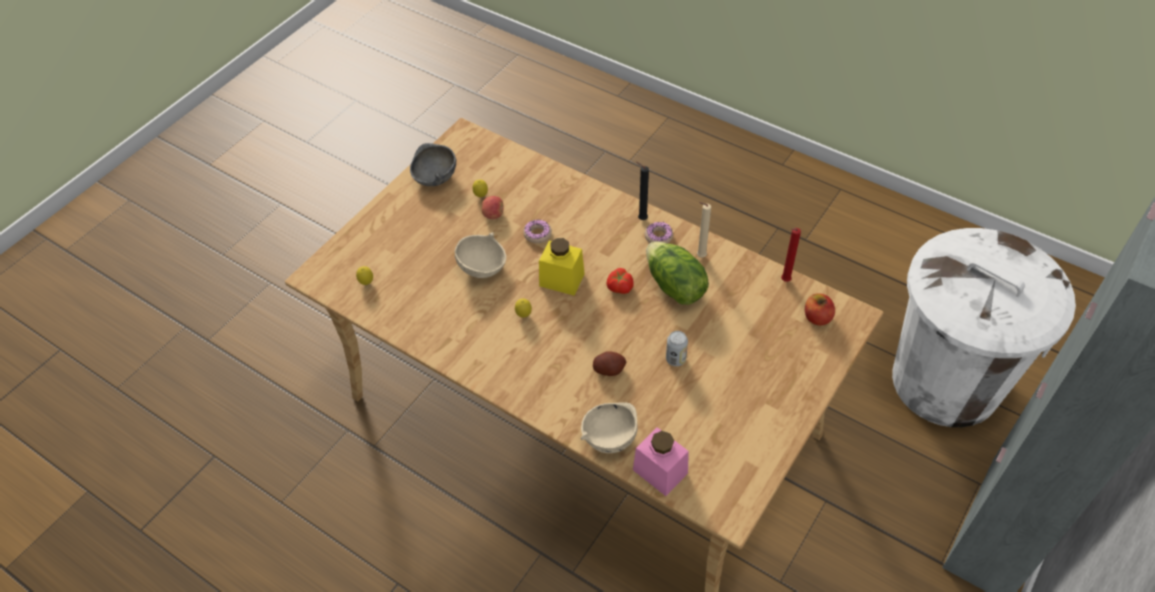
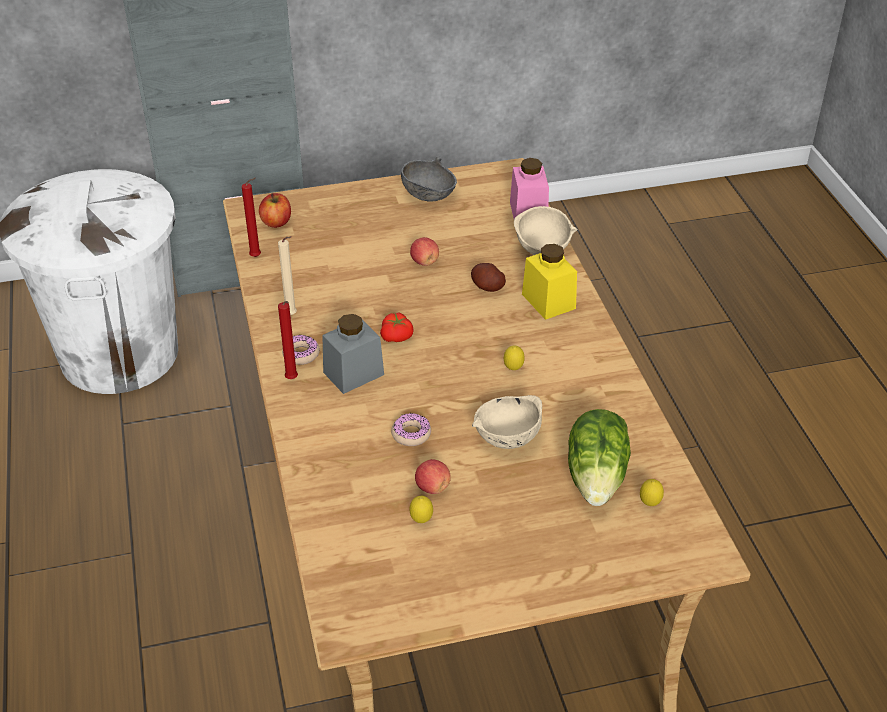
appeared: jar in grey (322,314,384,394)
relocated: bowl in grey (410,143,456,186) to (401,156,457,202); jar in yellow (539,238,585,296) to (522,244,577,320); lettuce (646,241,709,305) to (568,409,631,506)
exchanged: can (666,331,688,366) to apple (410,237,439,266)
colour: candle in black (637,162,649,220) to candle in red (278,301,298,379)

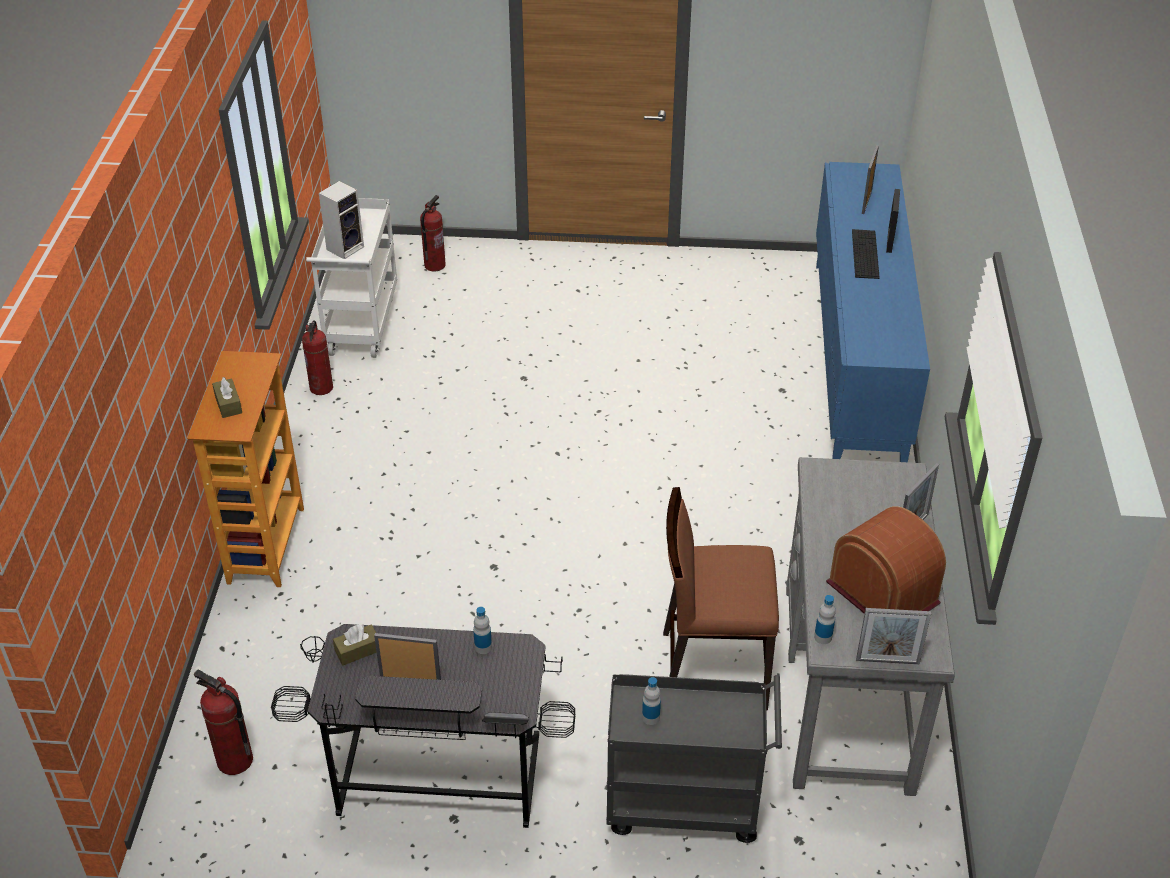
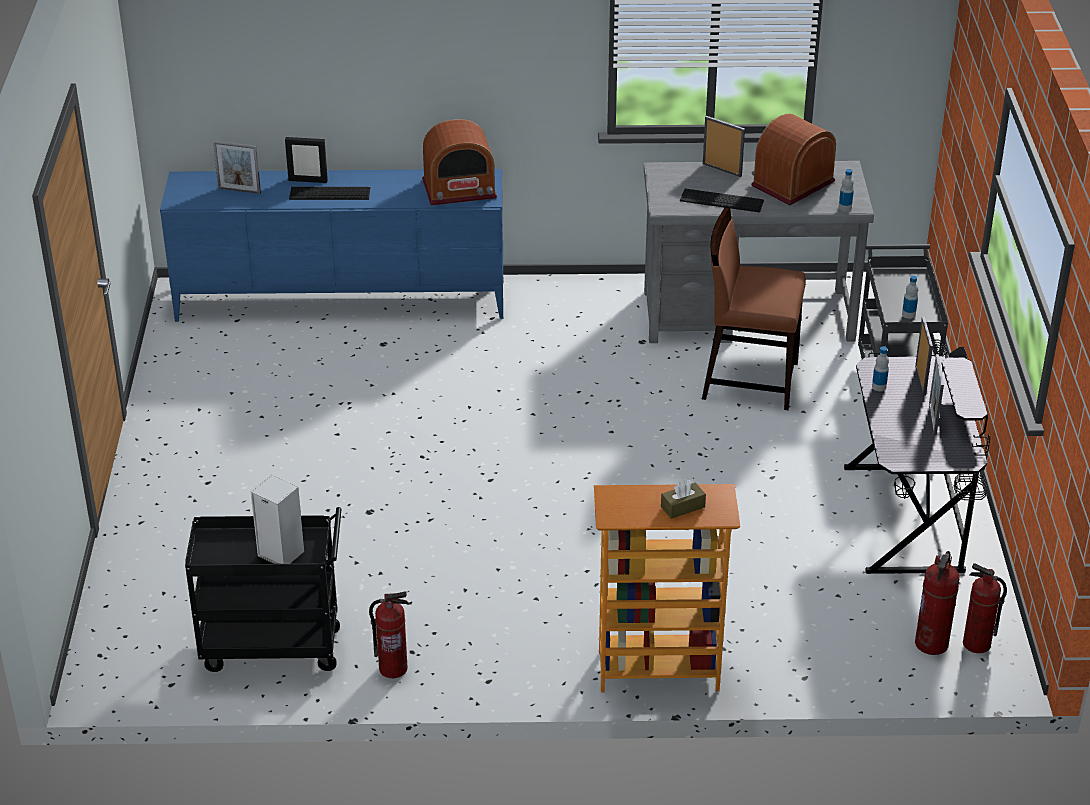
missing: tissue box in brown (333,624,377,665)
appeared: radio (422,119,497,205); keyboard (680,189,764,213)
relocated: fire extinguisher (420,195,446,272) to (963,563,1007,653); picture frame (856,608,931,664) to (915,317,933,396)
colour: cart in white (306,198,397,358) to cart in black (185,507,342,672)
spun: chair in brown (663,487,779,710) = (702,208,806,410) 105 degrees clockwise

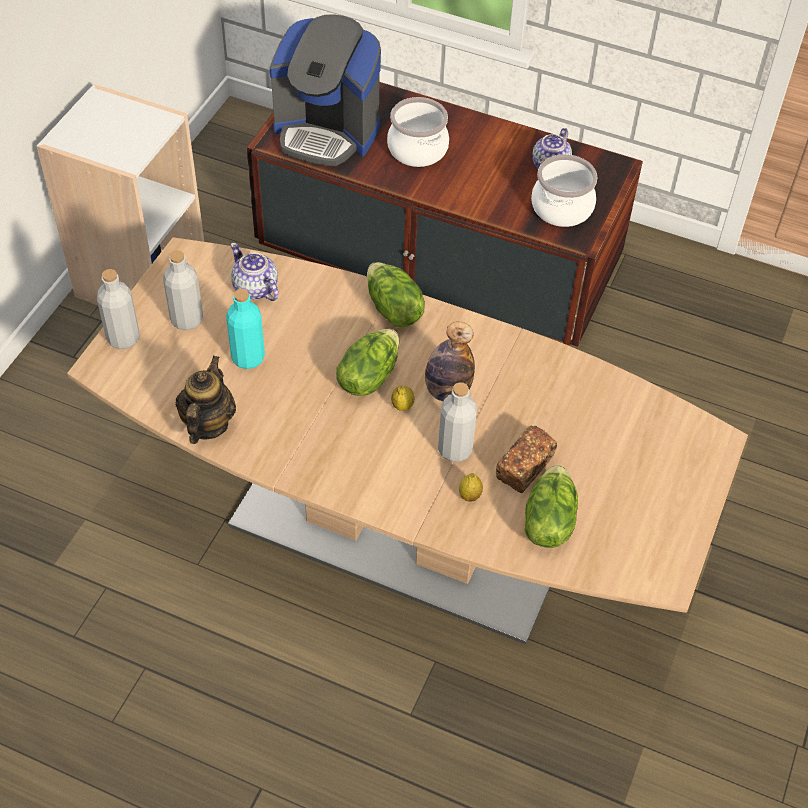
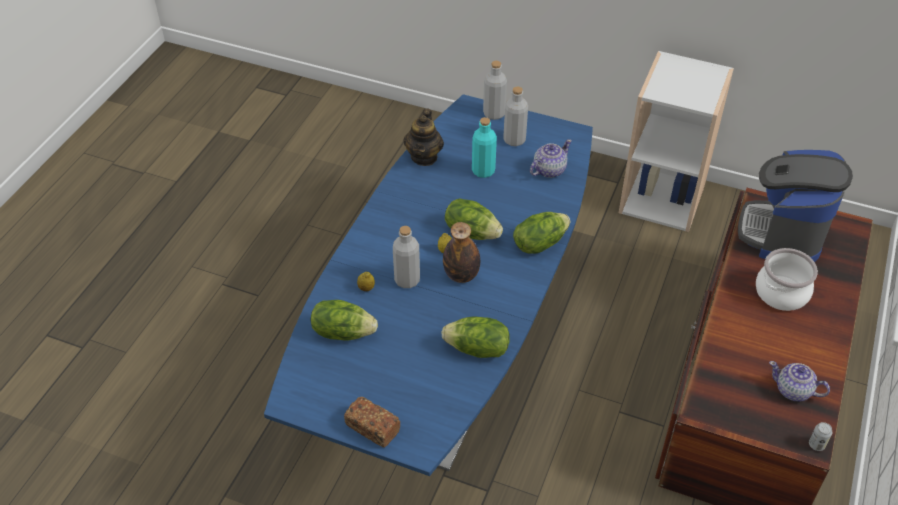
missing: cooking pot (531,154,598,227)
appeared: lettuce (441,317,510,358); can (809,422,832,451)
relocated: bread (496,425,557,493) to (344,397,400,448)
colour: dining table in brown (67,237,748,645) to dining table in blue (264,94,593,476)
spun: teapot (176,356,236,444) = (403,108,444,166) 90 degrees clockwise

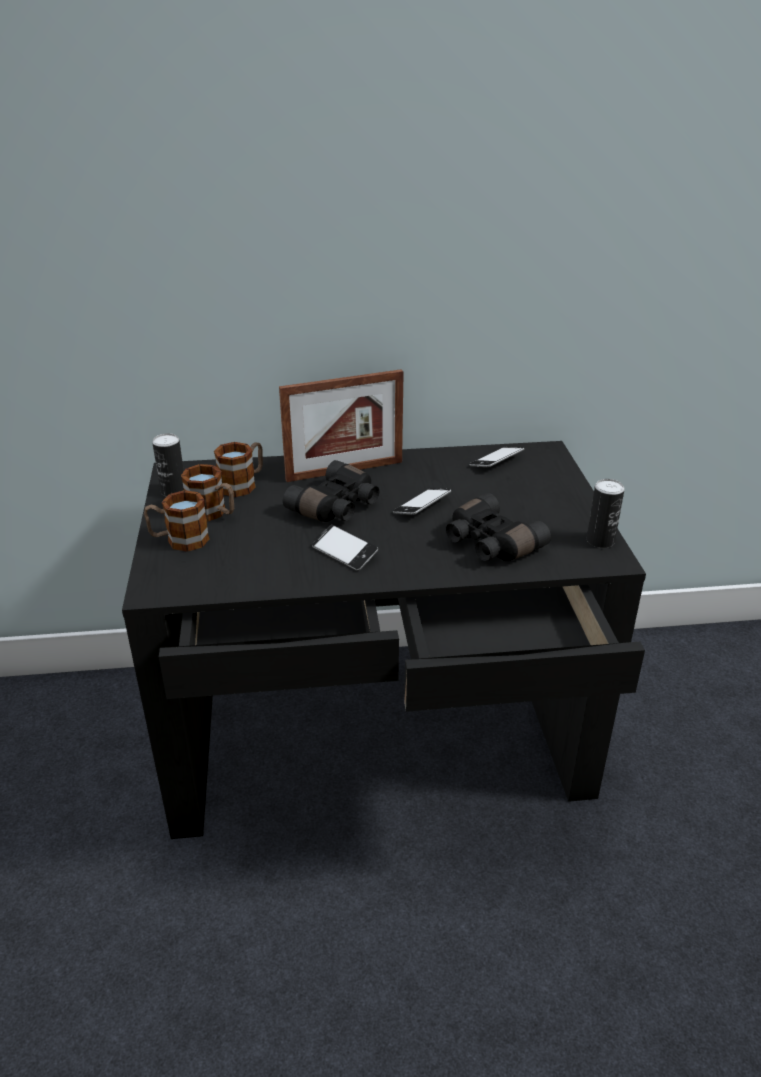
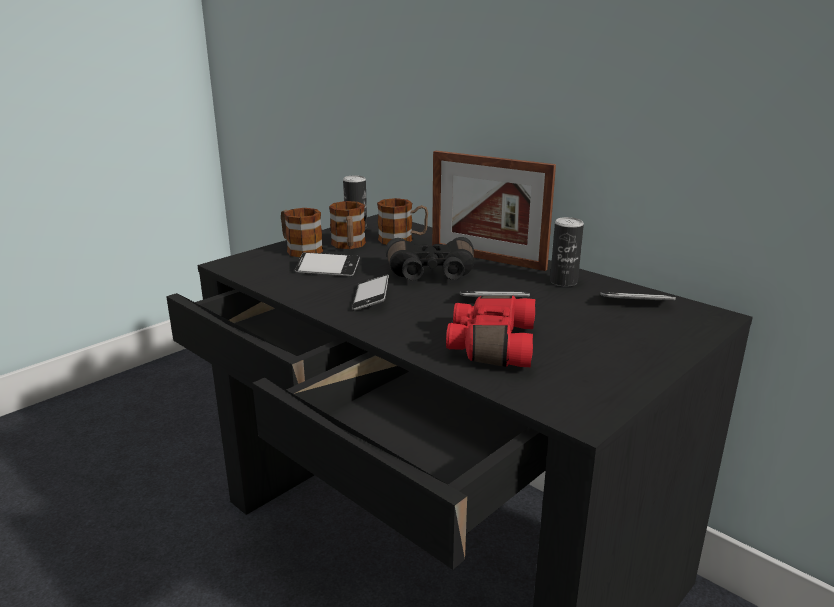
appeared: phone (295,252,360,277)
relocated: can (587,479,625,548) to (550,217,584,286)
colour: binoculars in black (446,493,551,561) to binoculars in red (446,296,535,367)

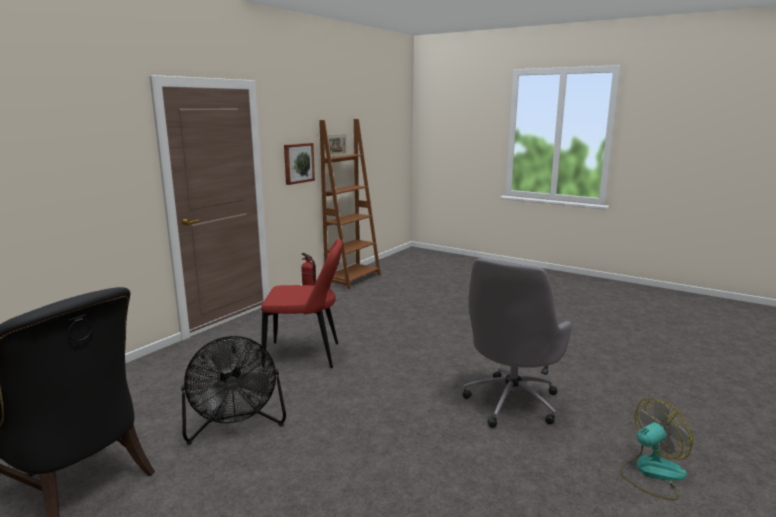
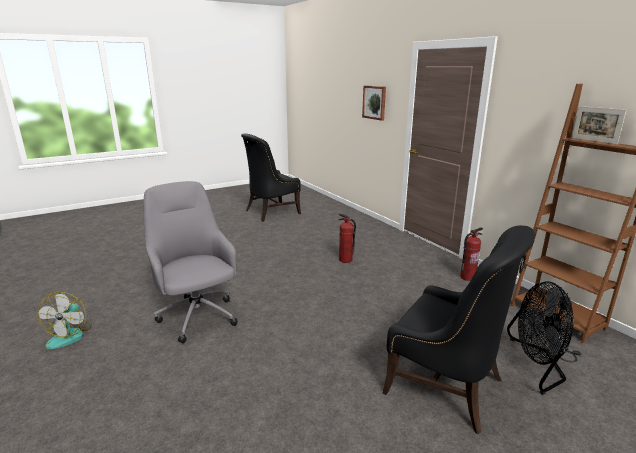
appeared: chair in black (383,225,535,435)
relocated: picture (284,143,315,185) to (362,85,386,121); fan in black (181,336,286,445) to (507,281,582,395)
exchanged: chair in red (261,239,343,368) to fire extinguisher (339,214,356,263)

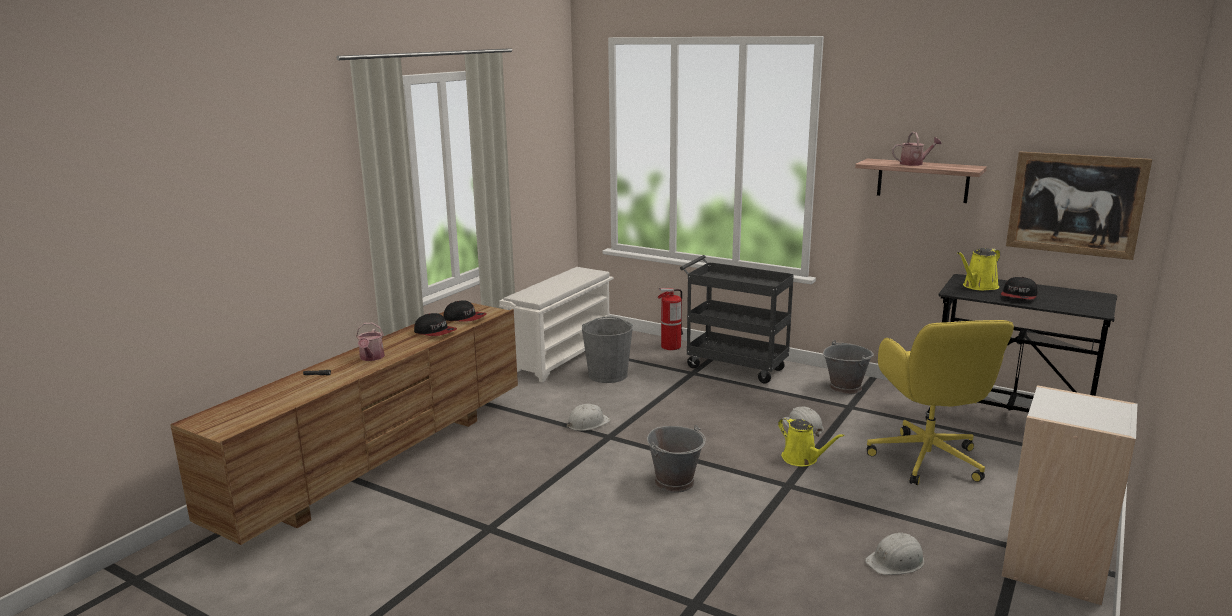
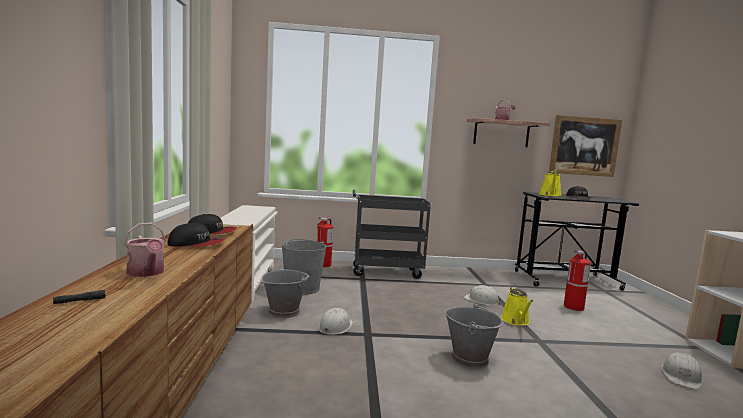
relocated: bucket in grey (823,340,874,394) to (262,267,309,318)
exchanged: office chair in yellow (867,320,1014,485) to fire extinguisher (564,250,591,311)
spun: watering can in yellow (778,417,845,466) = (501,287,533,326) 75 degrees clockwise

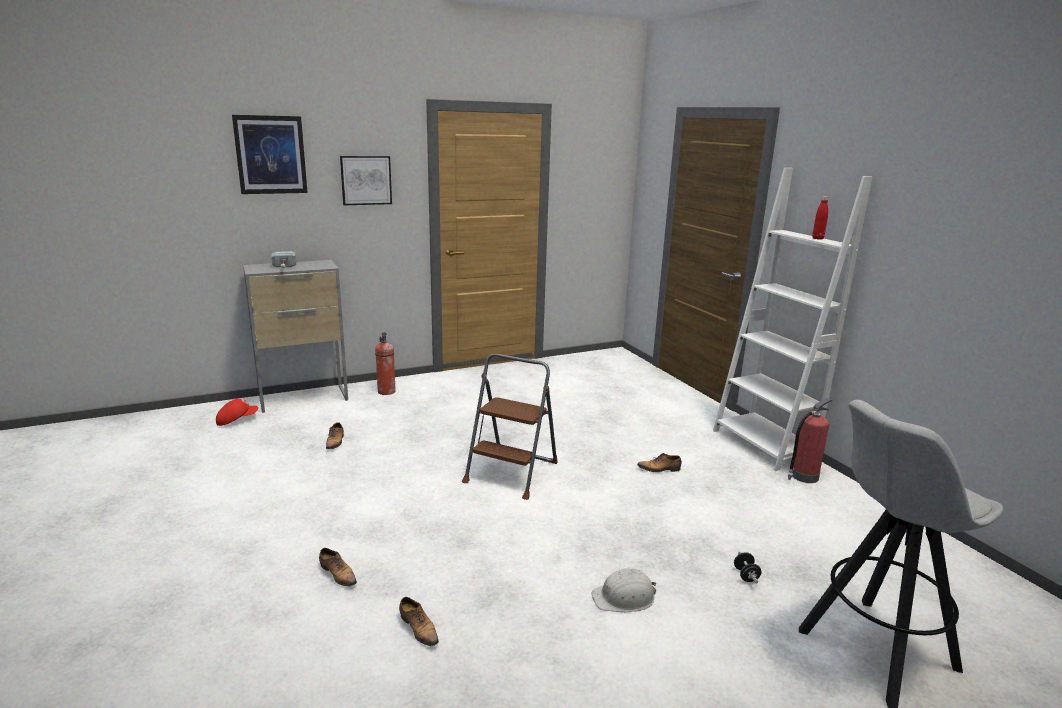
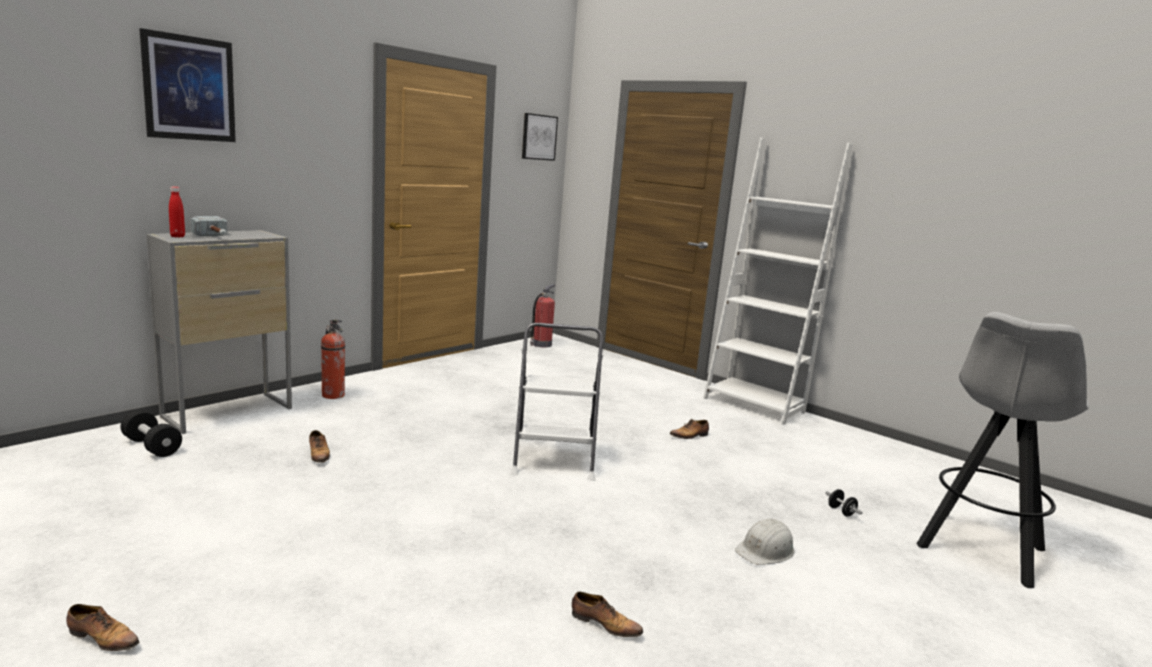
relocated: picture (340,156,392,205) to (522,113,558,161); bottle in red (812,196,829,240) to (169,187,185,237); fire extinguisher (787,398,832,483) to (530,284,555,348); shoe (319,548,357,586) to (66,604,139,651)
exchanged: cap in red (216,399,259,426) to dumbbell in black (121,410,182,457)
colour: step ladder in brown (462,353,557,500) to step ladder in white (510,323,603,481)

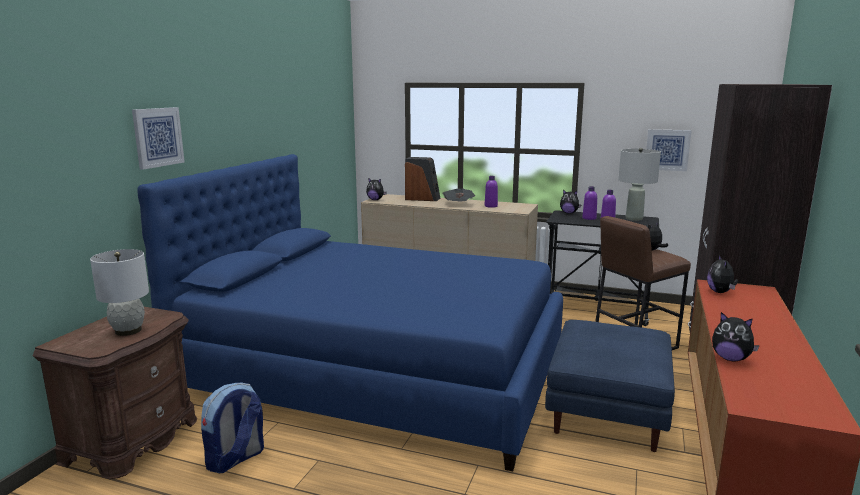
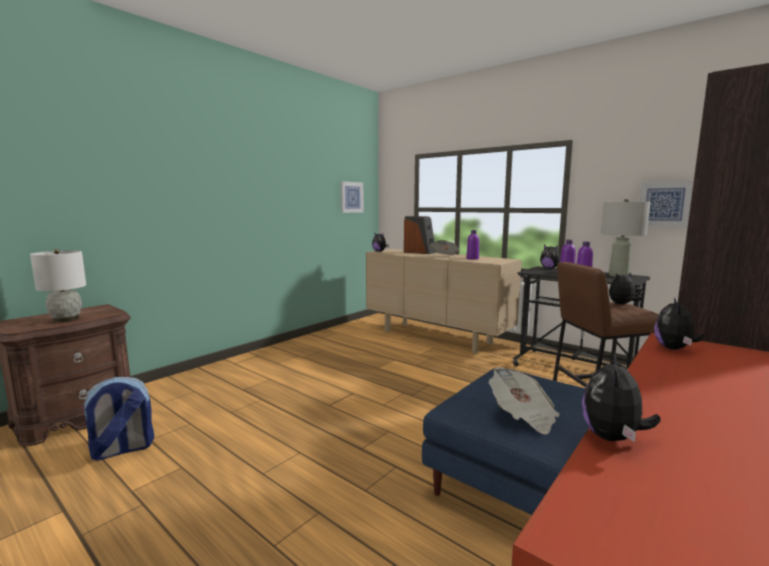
missing: bed in blue (137,154,563,471)
appeared: newspaper (489,367,560,435)
relocated: picture (132,107,185,170) to (341,181,364,213)
spun: plush toy (712,312,760,361) = (582,354,661,442) 60 degrees clockwise

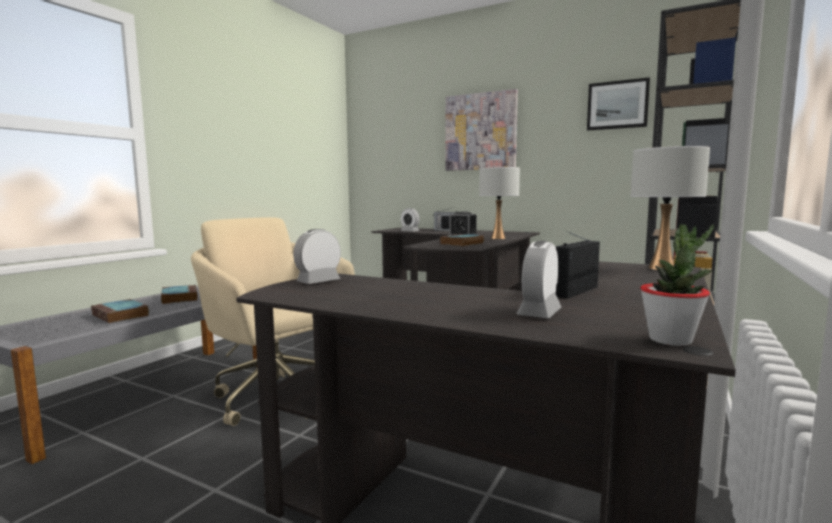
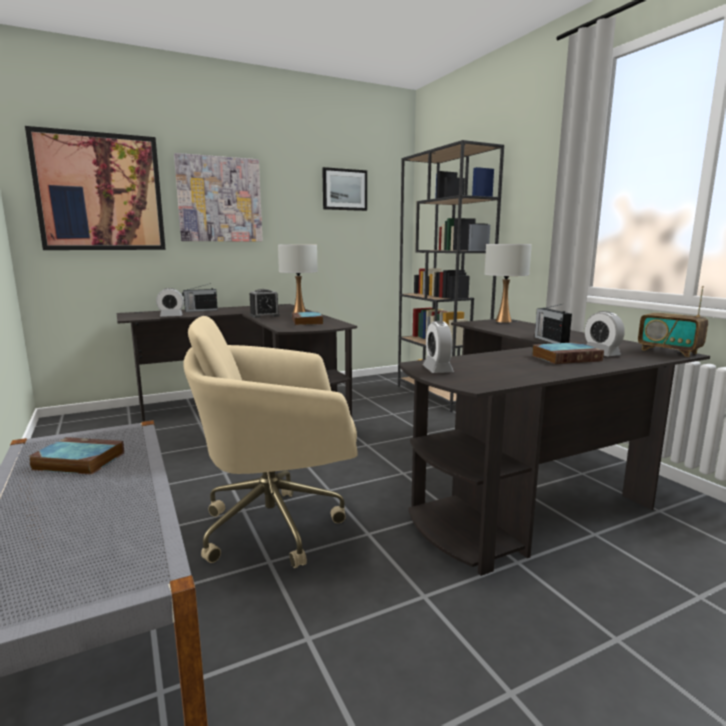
appeared: picture (25,126,166,250)
relocated: book (91,299,149,323) to (532,342,604,364)
exchanged: potted plant (640,224,714,346) to radio (638,286,708,357)

